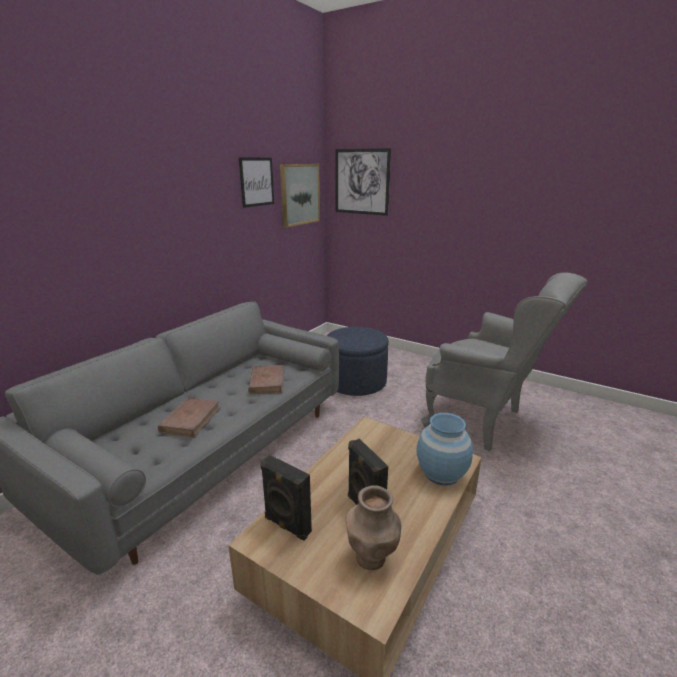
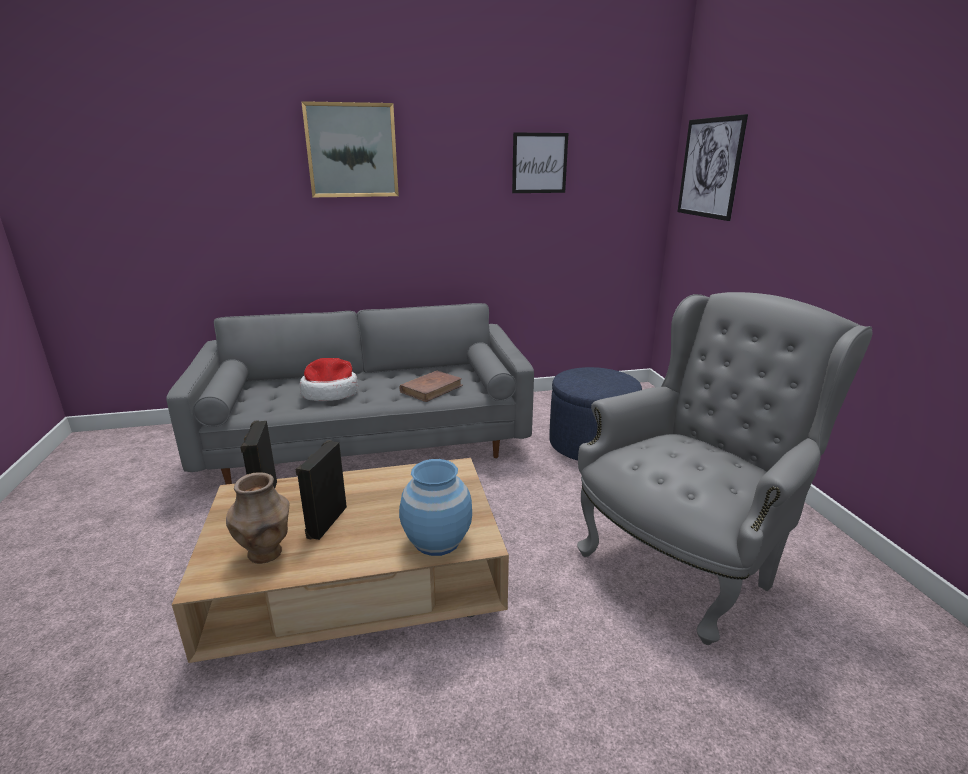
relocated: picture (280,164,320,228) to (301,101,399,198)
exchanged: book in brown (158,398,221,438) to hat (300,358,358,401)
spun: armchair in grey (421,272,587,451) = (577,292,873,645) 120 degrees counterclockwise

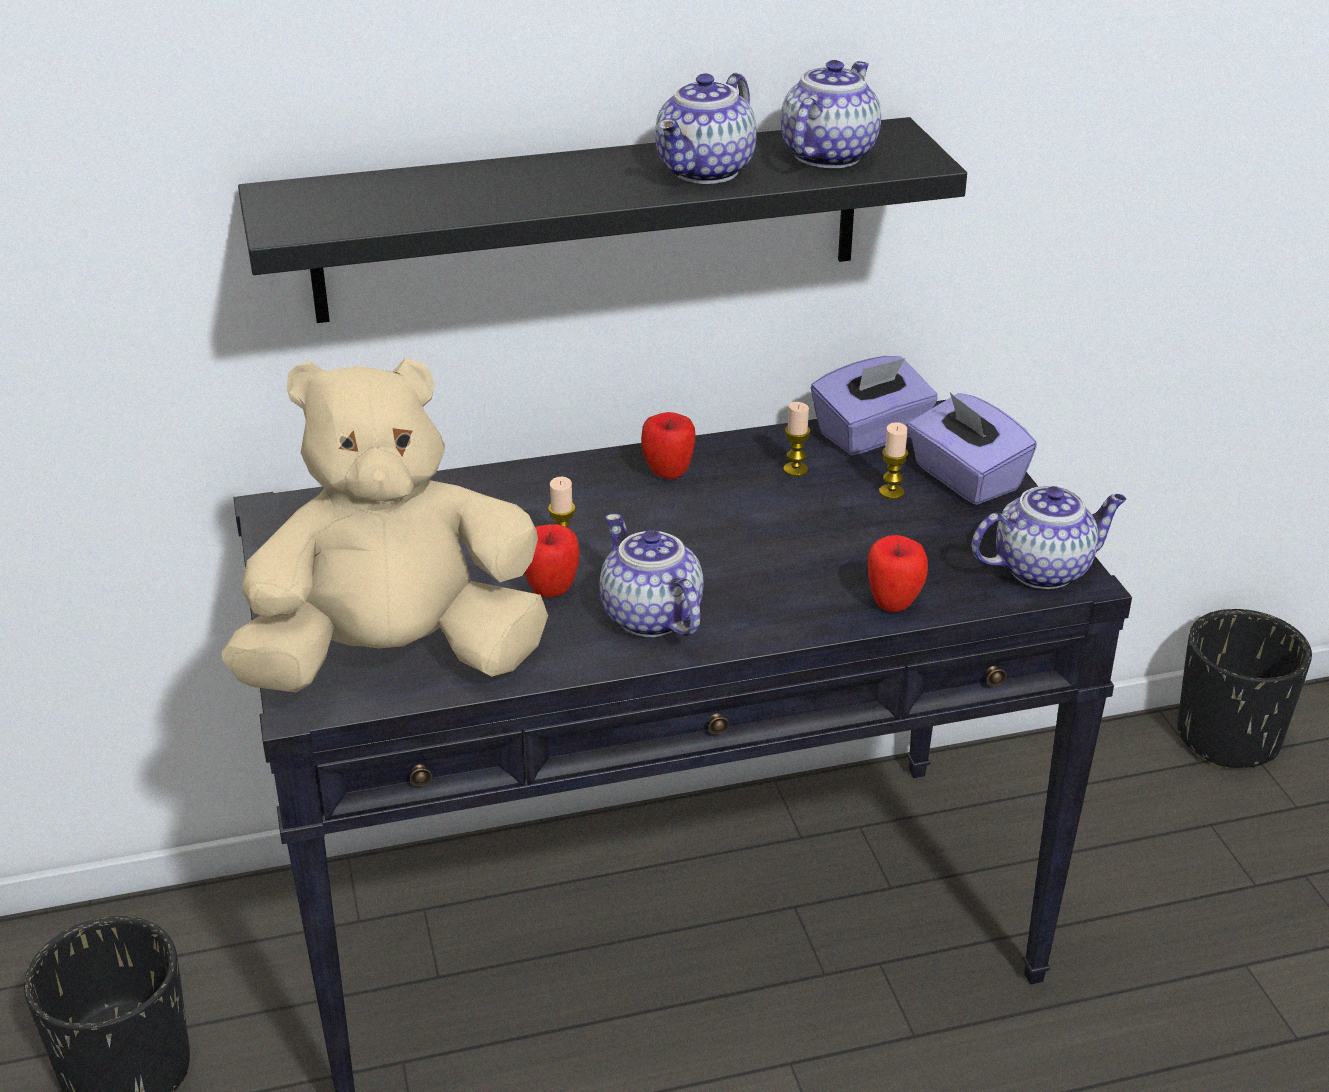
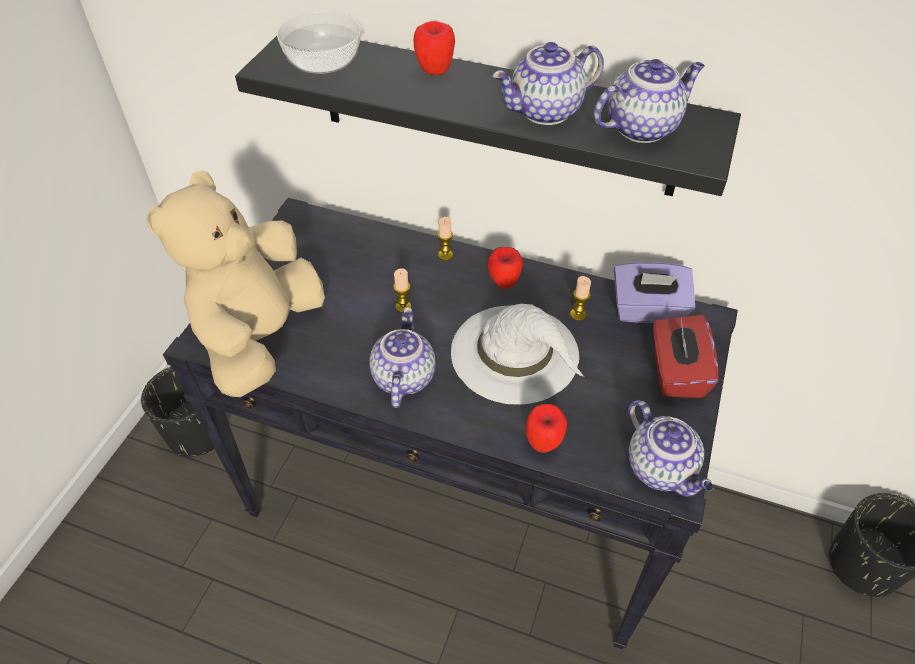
appeared: bowl (277,11,361,74); hat in white (451,304,584,405)
relocated: candle (879,422,908,499) to (437,217,453,261); apple (524,524,580,597) to (414,21,455,75)
colour: tissue box in purple (907,392,1037,505) to tissue box in red (653,315,718,398)
spun: plush toy in beige (222,358,548,692) = (146,170,325,397) 90 degrees counterclockwise; teapot (971,486,1127,589) = (628,400,714,497) 45 degrees clockwise

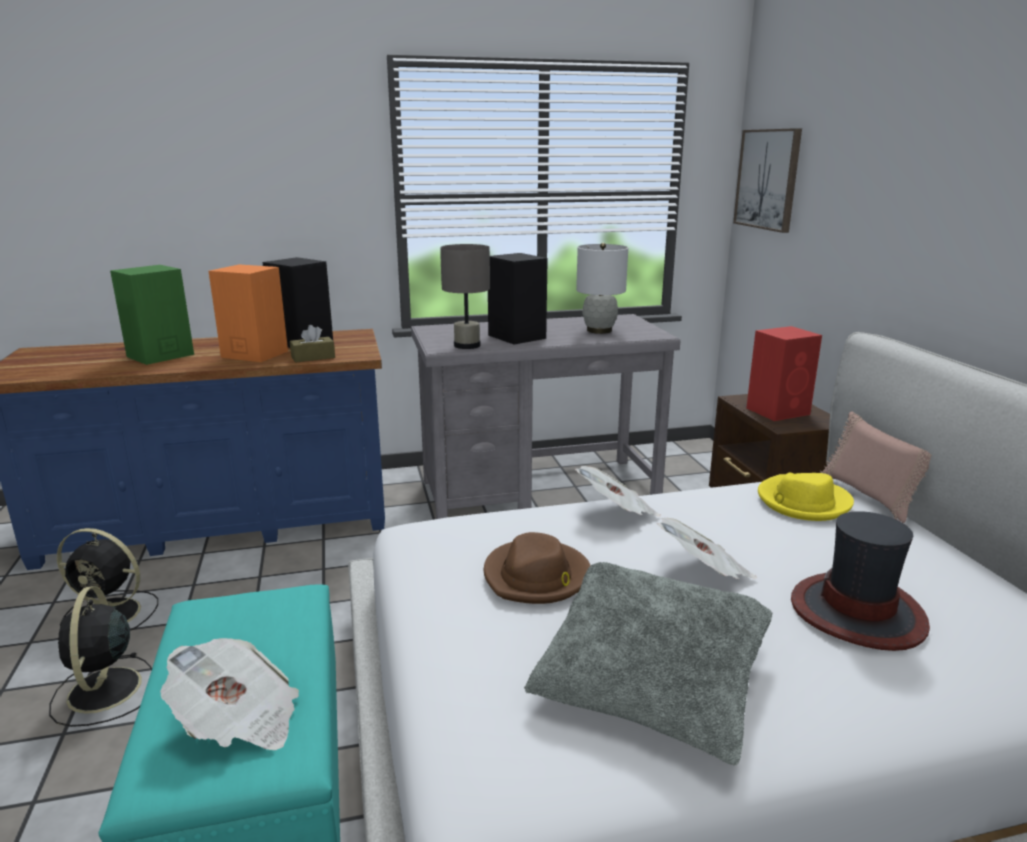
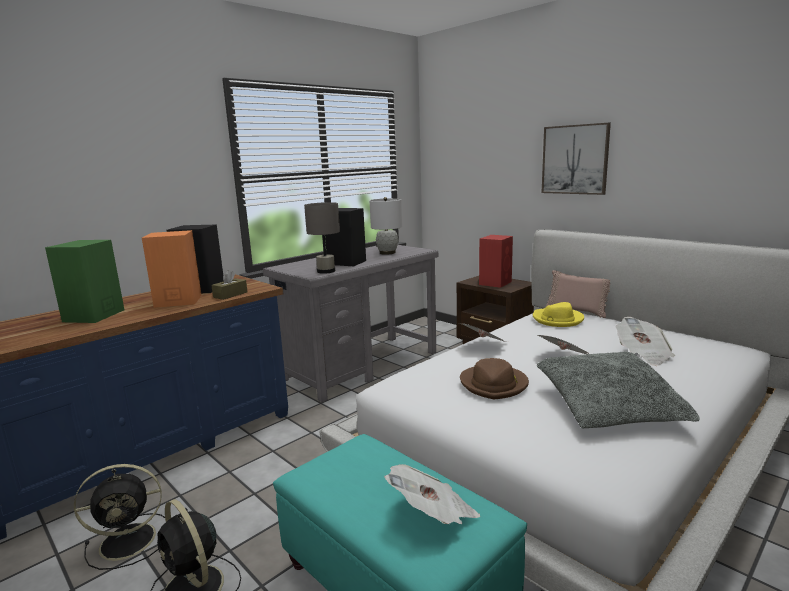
relocated: picture (733,128,802,233) to (542,123,611,195)
exchanged: hat (791,511,930,651) to newspaper (616,317,675,366)

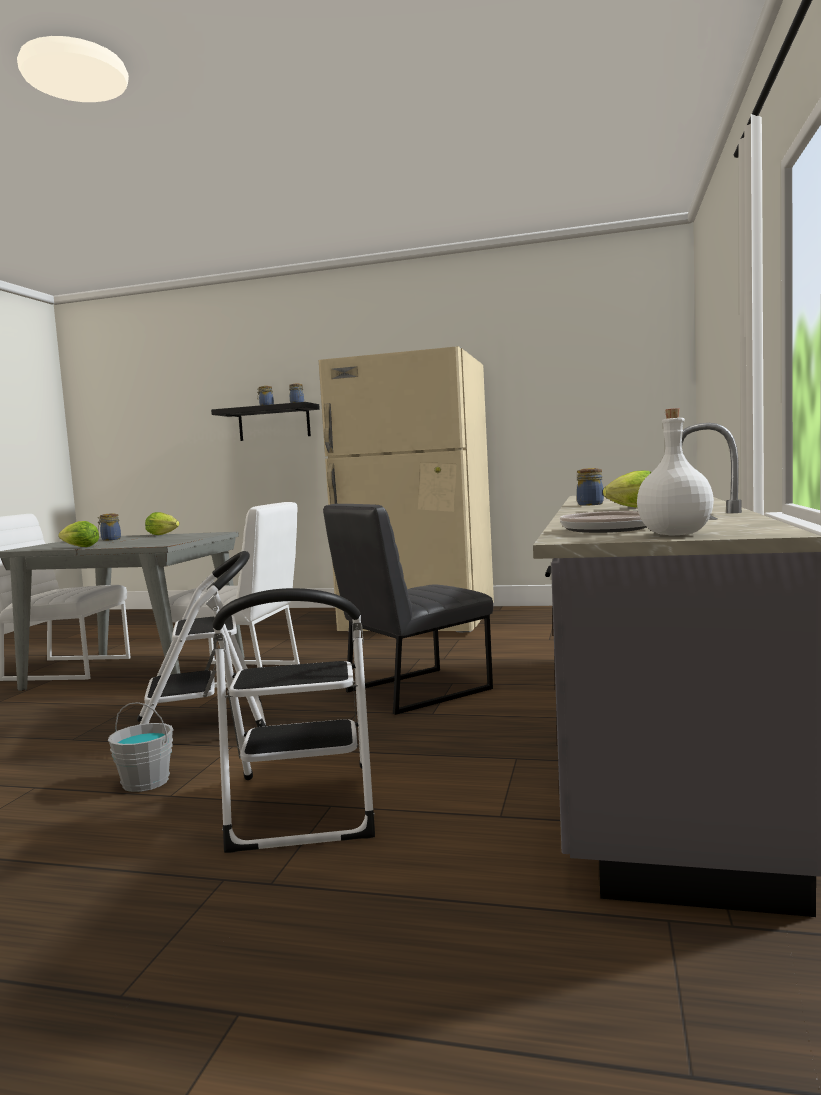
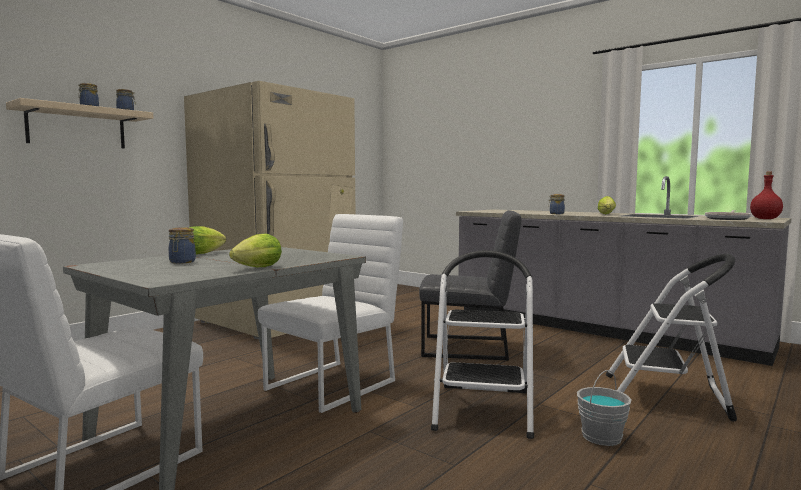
colour: shelf in black (211,402,320,441) to shelf in beige (6,98,153,149); bottle in white (637,408,714,536) to bottle in red (750,172,783,219)
spun: chair in grey (323,504,493,715) = (419,210,522,360) 75 degrees counterclockwise

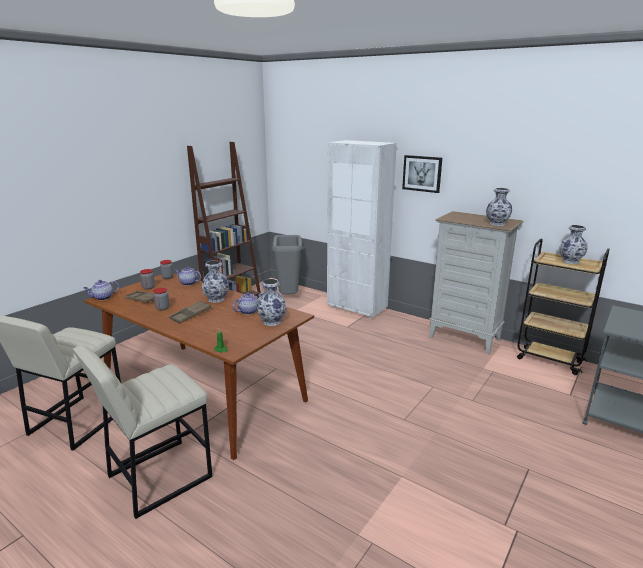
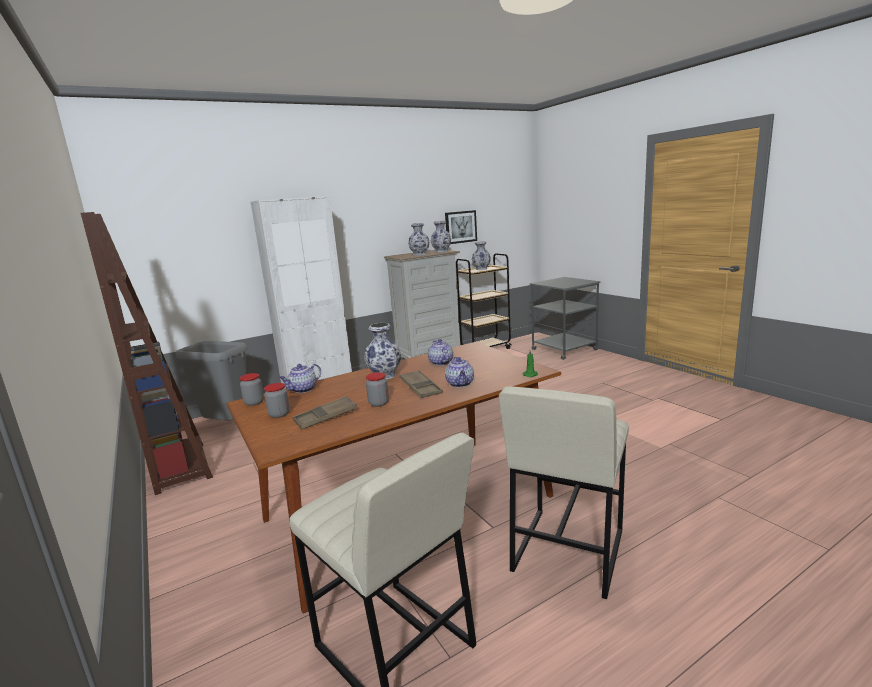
relocated: picture (402,155,442,193) to (445,210,477,244); vase (256,279,286,326) to (408,223,429,256); teapot (84,280,119,300) to (445,357,474,387)
spun: chair in beige (73,345,212,519) = (499,387,629,599) 45 degrees clockwise

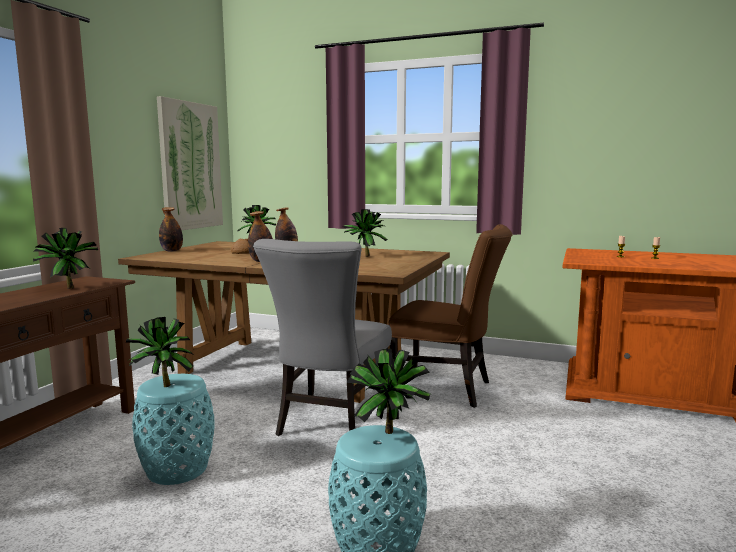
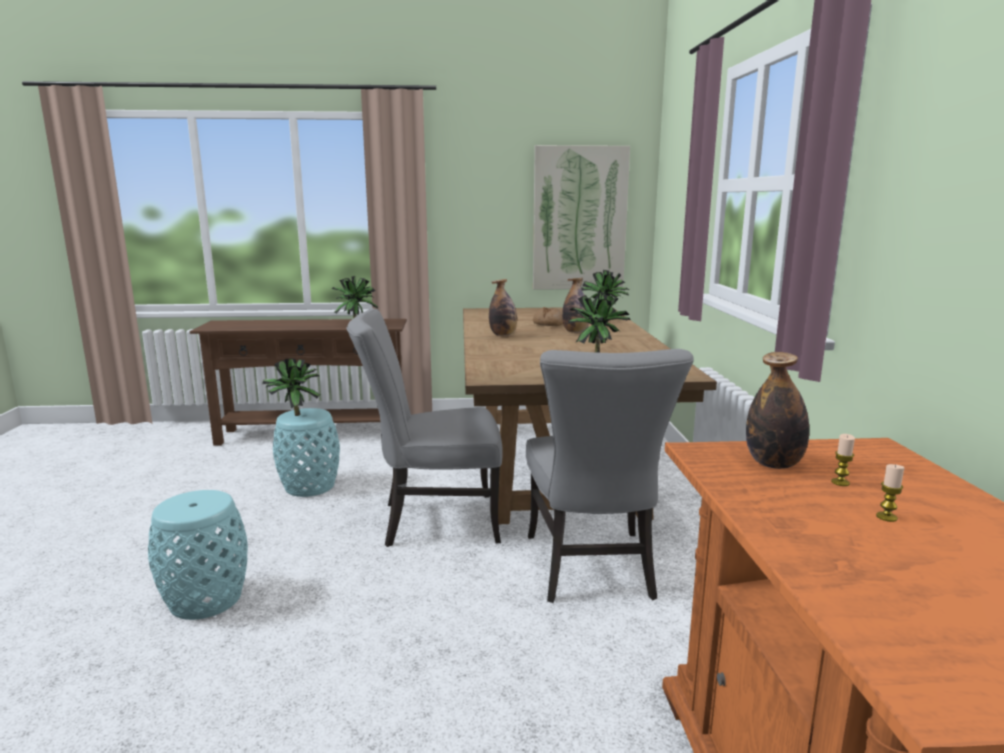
missing: potted plant (347,349,430,434)
relocated: bottle (159,207,183,252) to (746,352,809,469)
colour: chair in brown (388,224,513,408) to chair in grey (526,349,694,603)

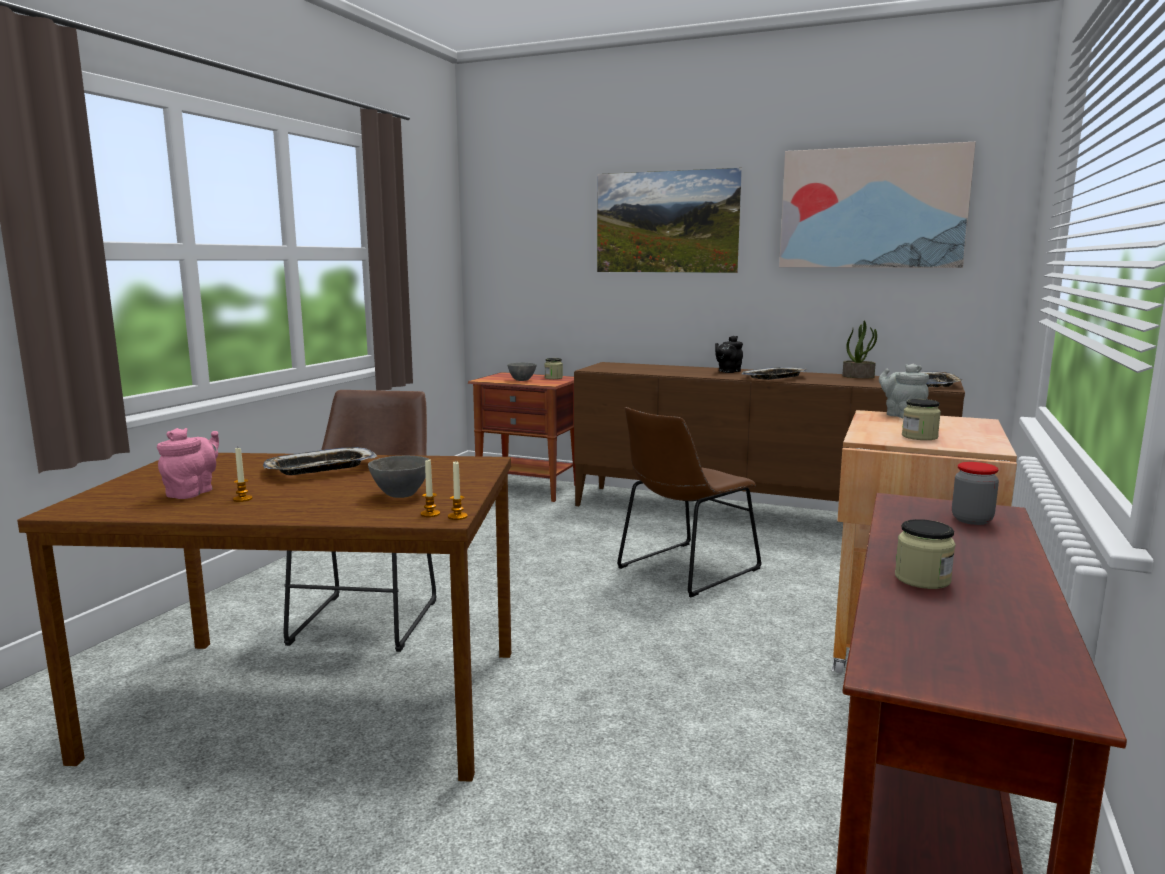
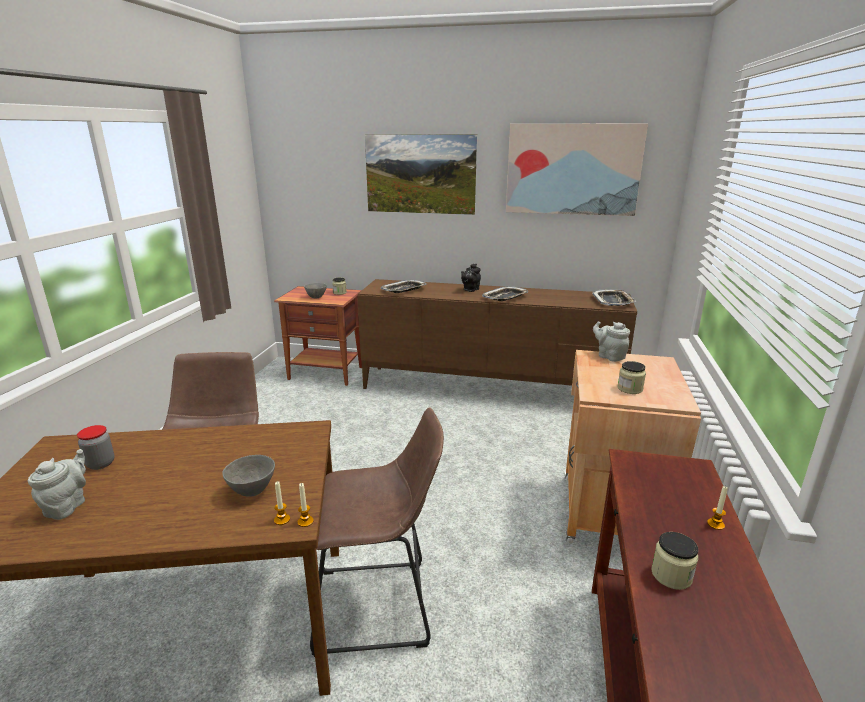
missing: potted plant (842,321,877,378); chair in brown (617,407,762,597)
appeared: stool in brown (310,407,444,657)
relocated: tray (263,447,377,475) to (381,280,427,293); candle (233,448,253,502) to (707,486,728,530); jar (952,462,999,525) to (77,425,115,470)
colour: teapot in pink (157,428,219,499) to teapot in grey (28,449,86,520)

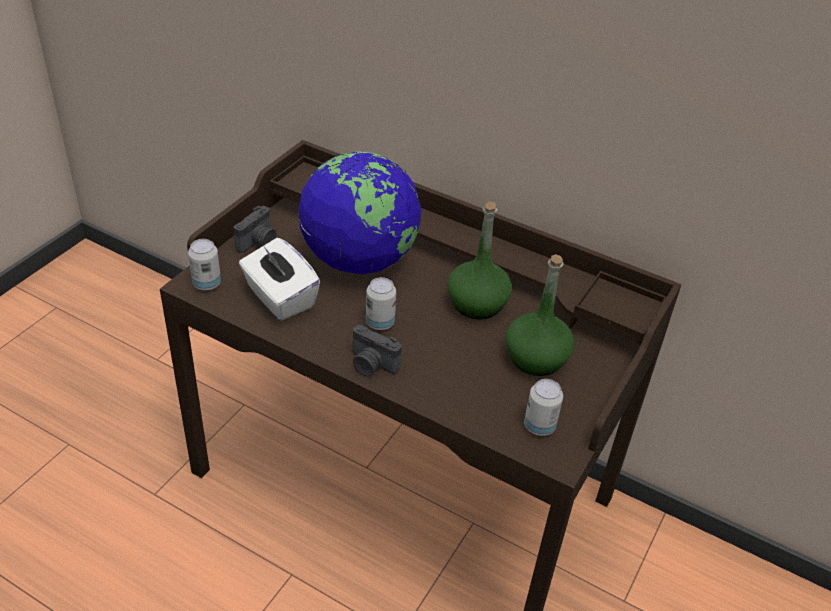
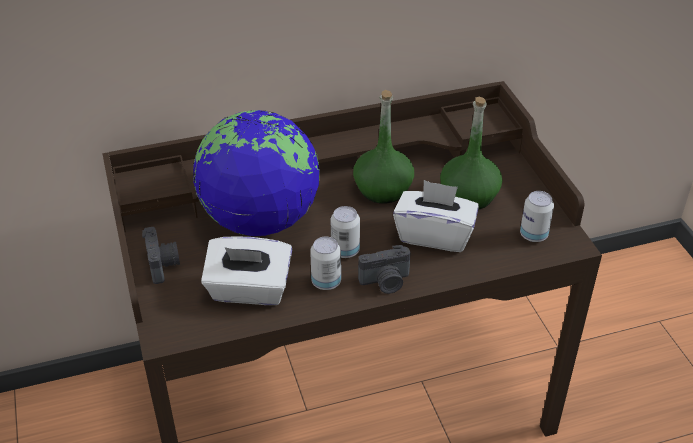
appeared: tissue box in white (393,180,479,252)
relocated: can (188,239,221,291) to (310,236,341,290)

